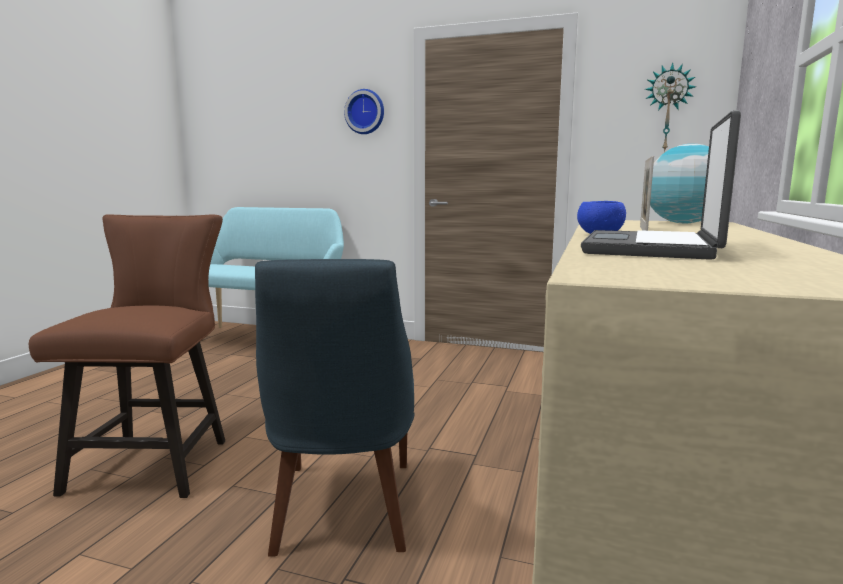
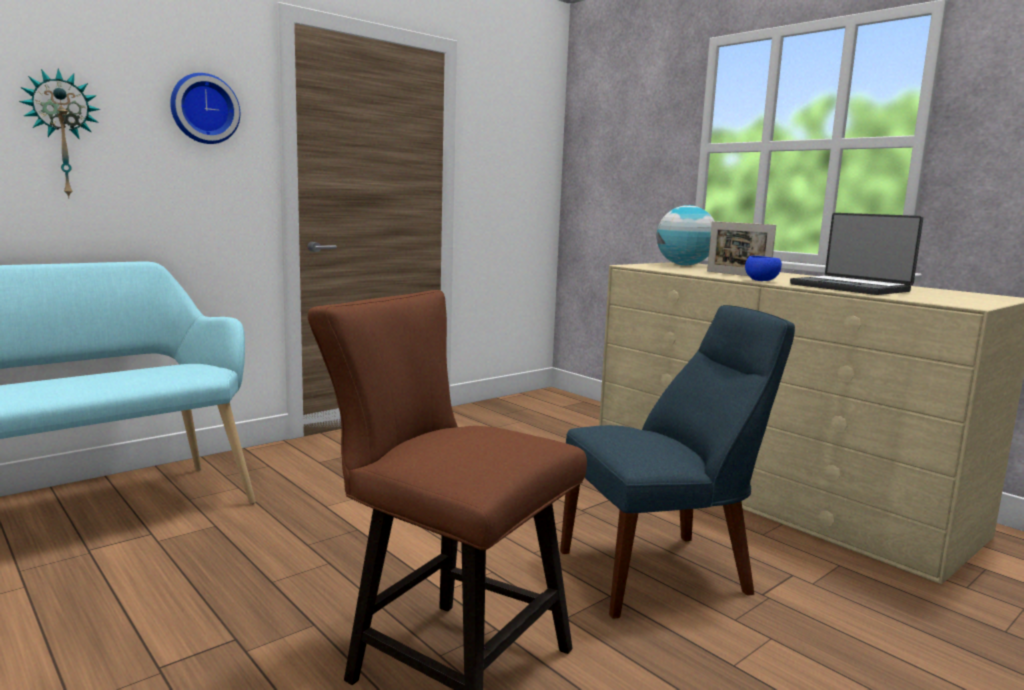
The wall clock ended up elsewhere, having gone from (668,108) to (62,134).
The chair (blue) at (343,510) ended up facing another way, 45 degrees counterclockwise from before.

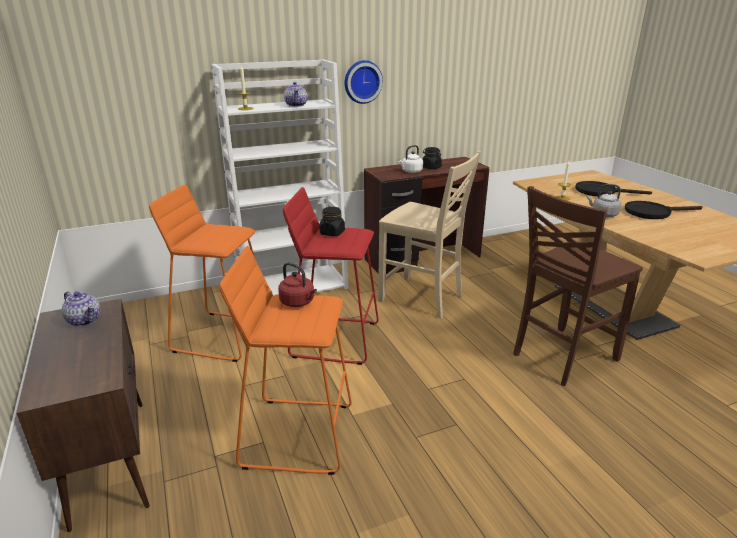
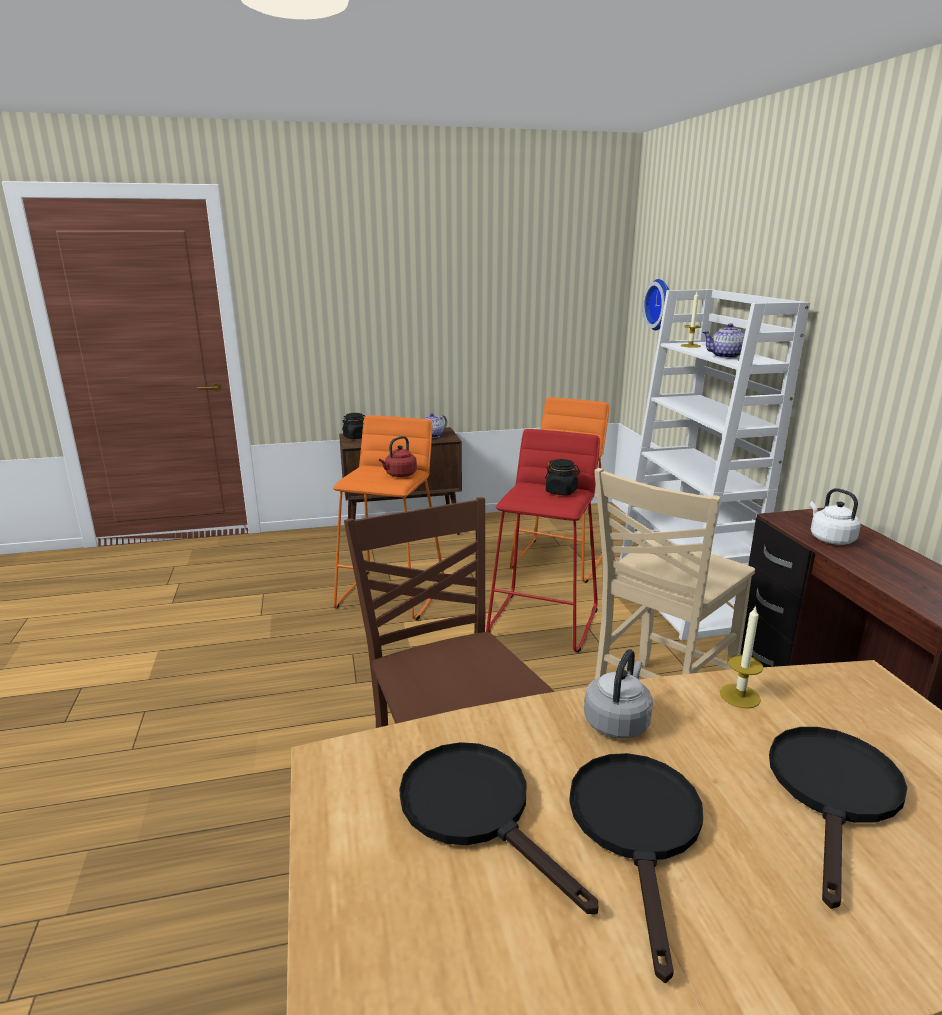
The jar (black) ended up elsewhere, having gone from (431,167) to (355,437).
The second view gained the frying pan (black) at (477,811).
The wall clock ended up elsewhere, having gone from (362,81) to (661,304).

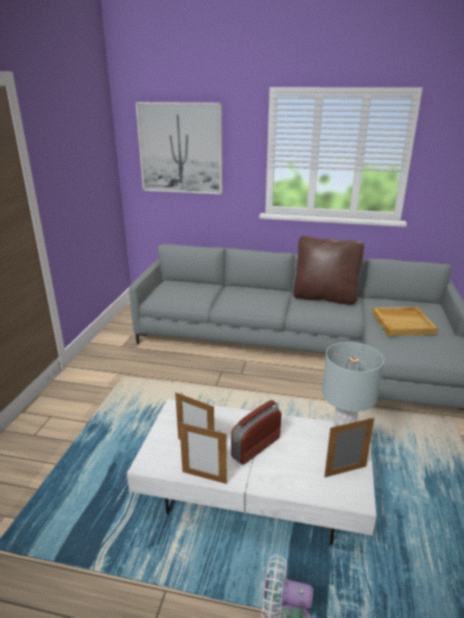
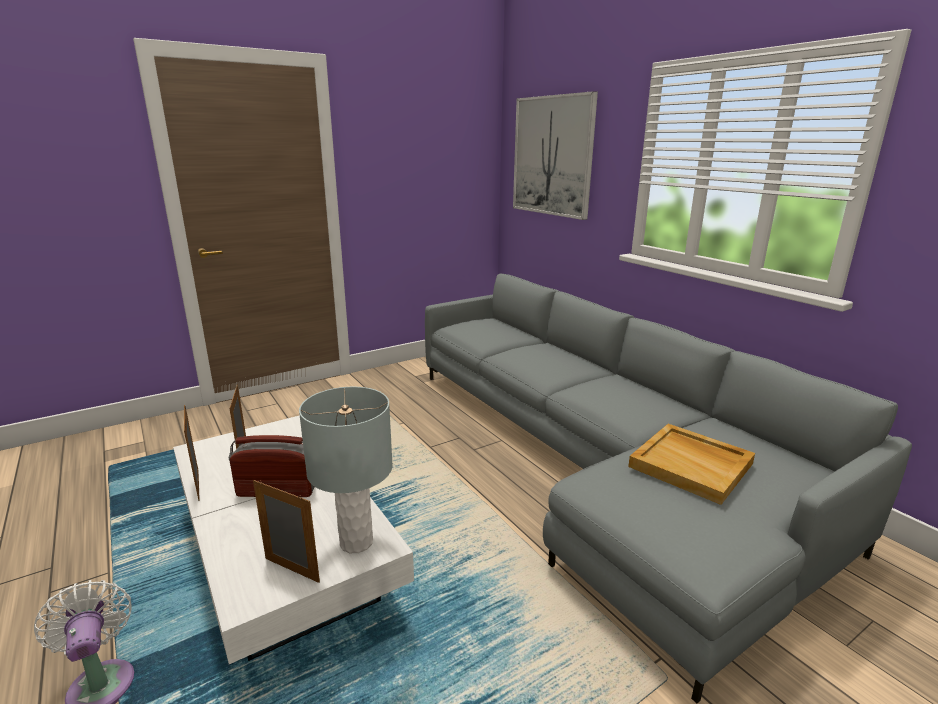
The second view lost the pillow (brown) at (324,297).

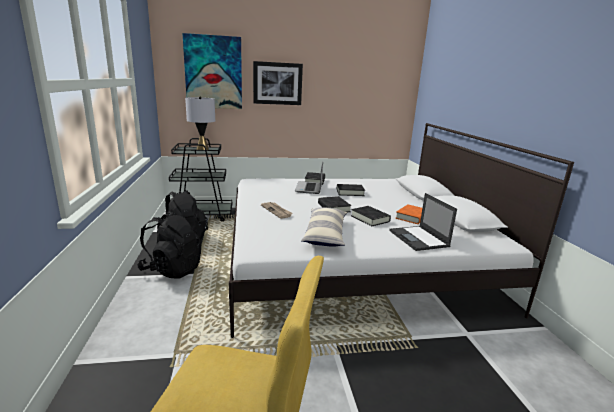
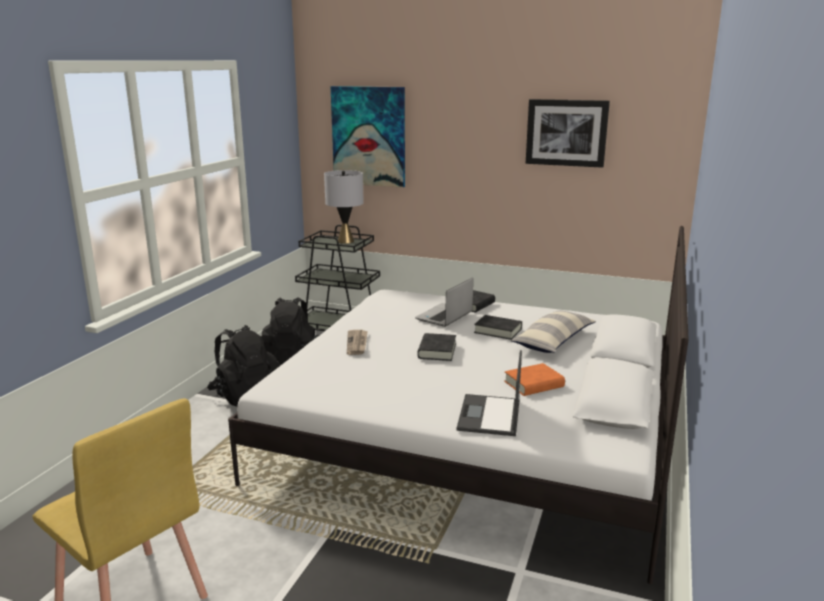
The pillow ended up elsewhere, having gone from (325,234) to (553,341).
The picture ended up elsewhere, having gone from (277,83) to (566,133).
The second view lost the book (black) at (370,219).

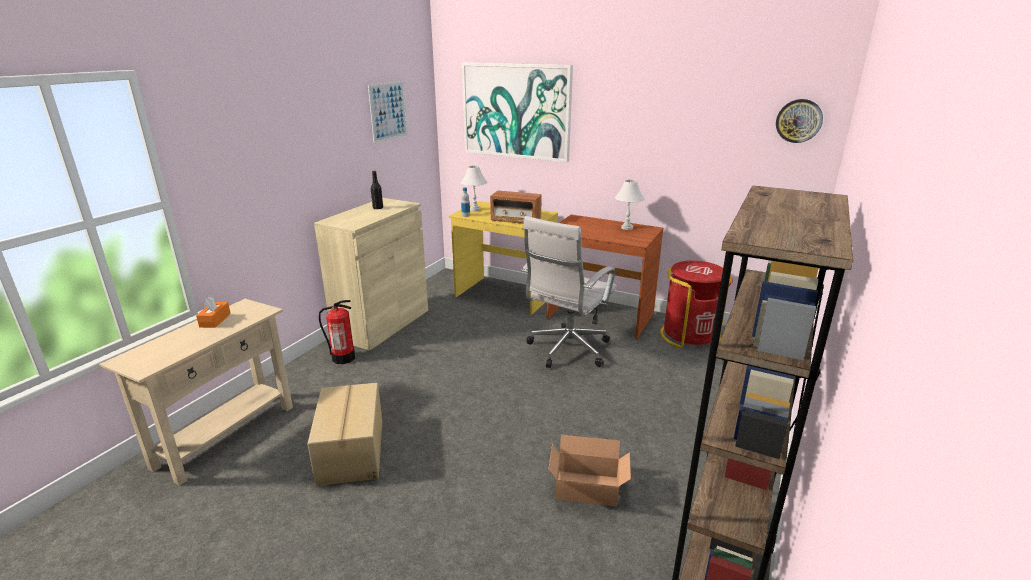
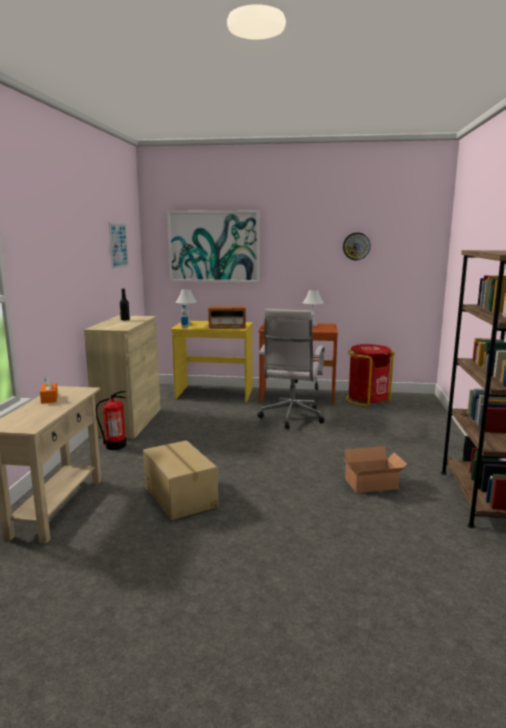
The wall clock ended up elsewhere, having gone from (799,121) to (356,246).

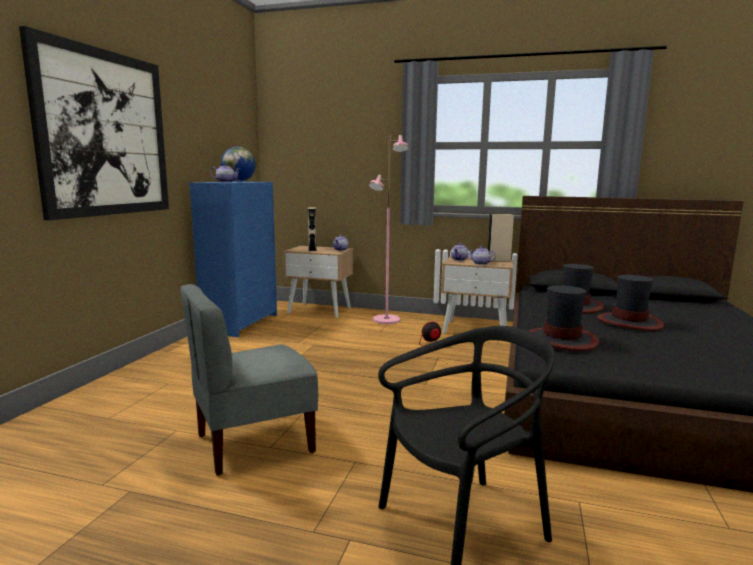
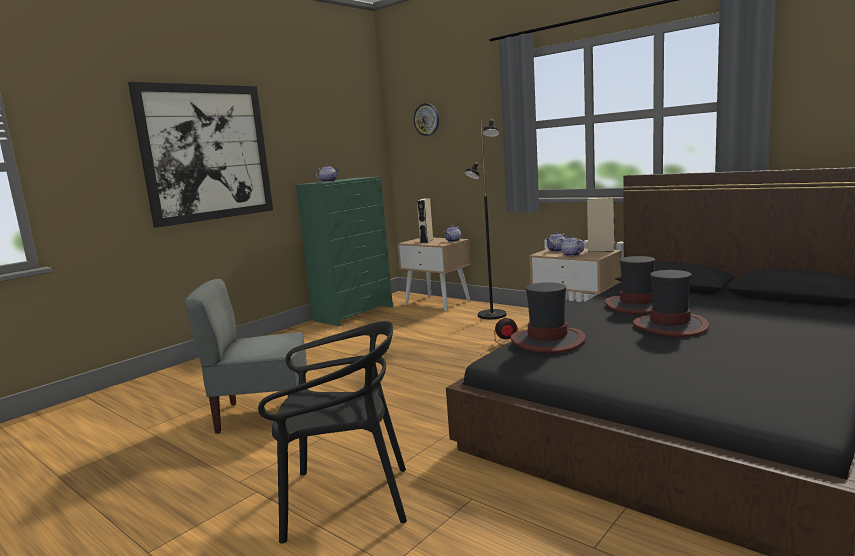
What was the dresser (blue) at (241,323) turned into the dresser (green) at (354,313).
The second view gained the wall clock at (426,119).
What was the floor lamp (pink) at (386,320) turned into the floor lamp (black) at (491,315).
The second view lost the globe at (239,181).

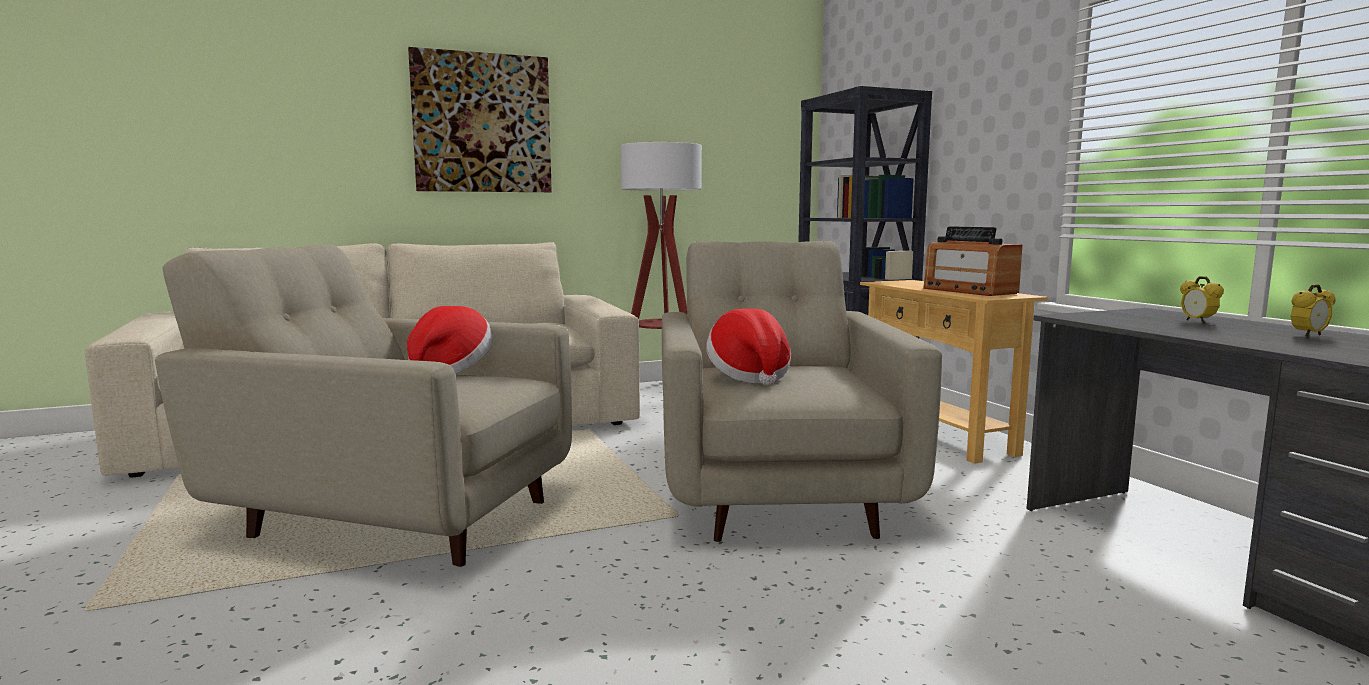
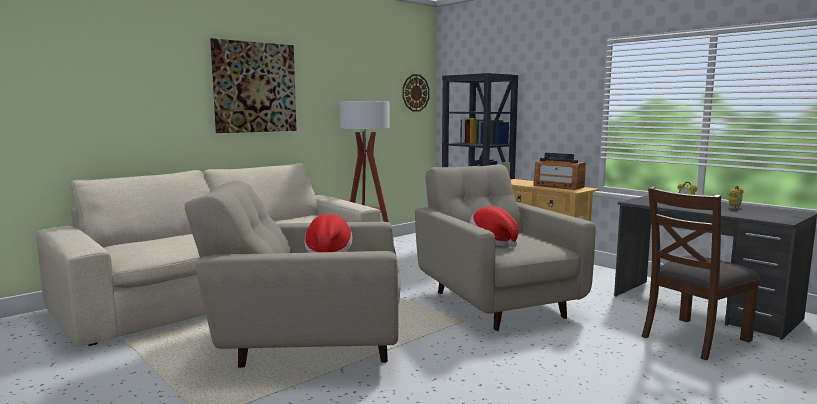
The second view gained the wall clock at (415,93).
The second view gained the chair (brown) at (694,338).

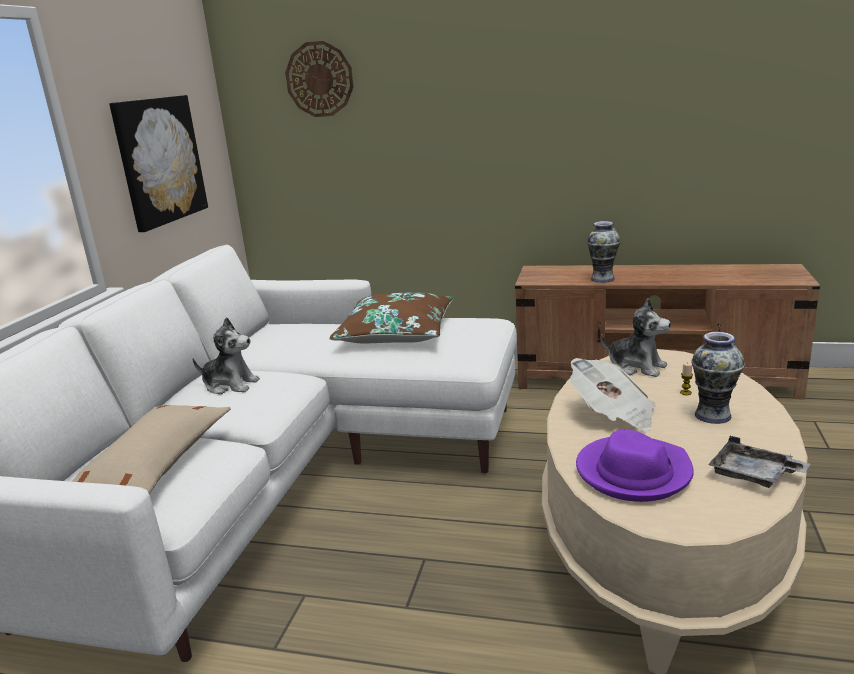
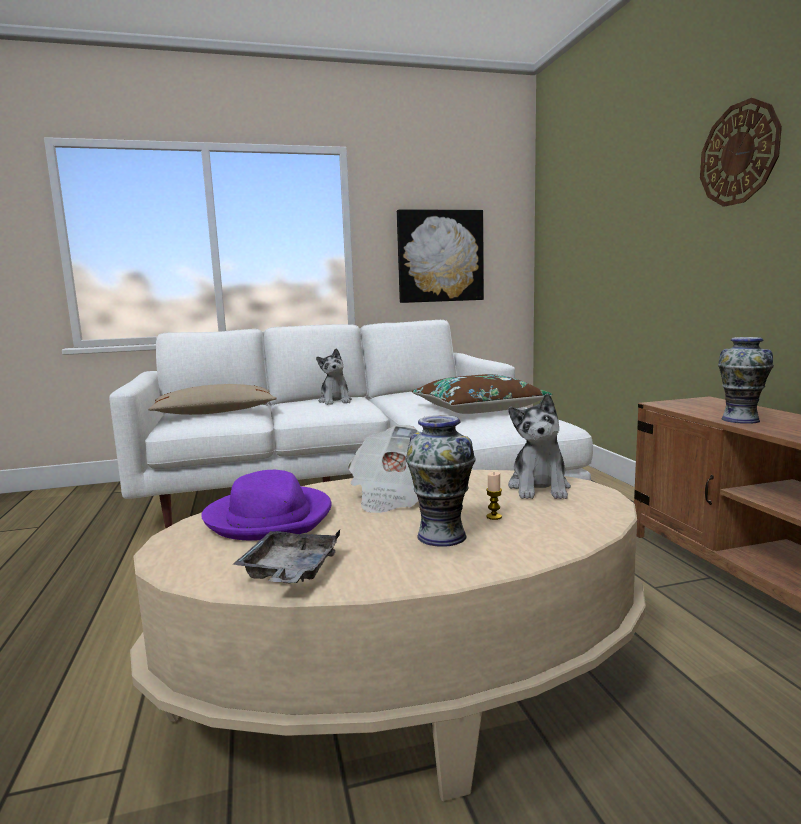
The wall clock ended up elsewhere, having gone from (319,79) to (739,154).

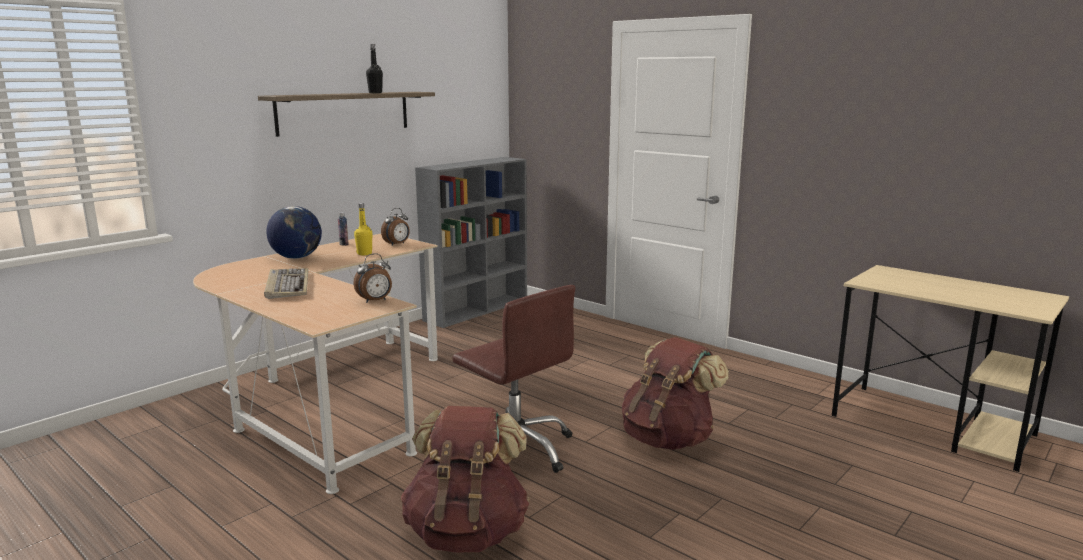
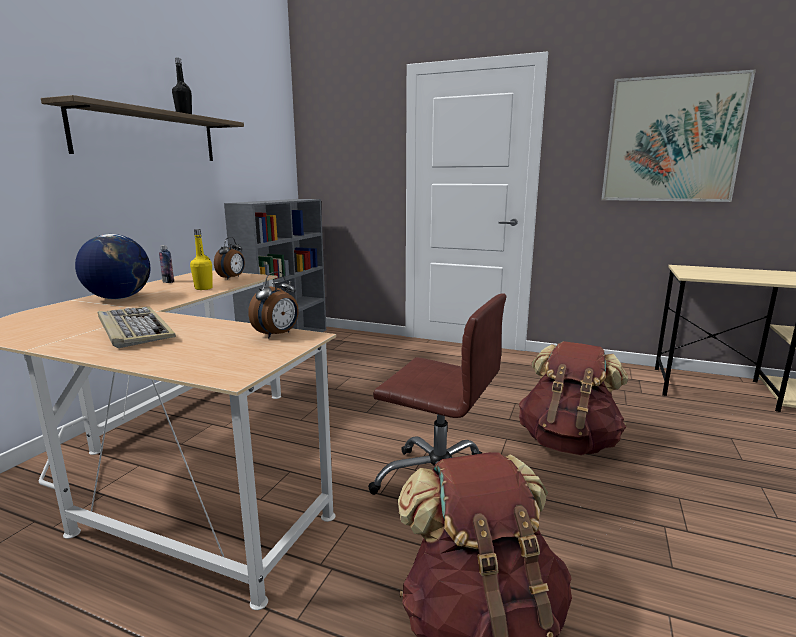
The second view gained the picture at (671,140).

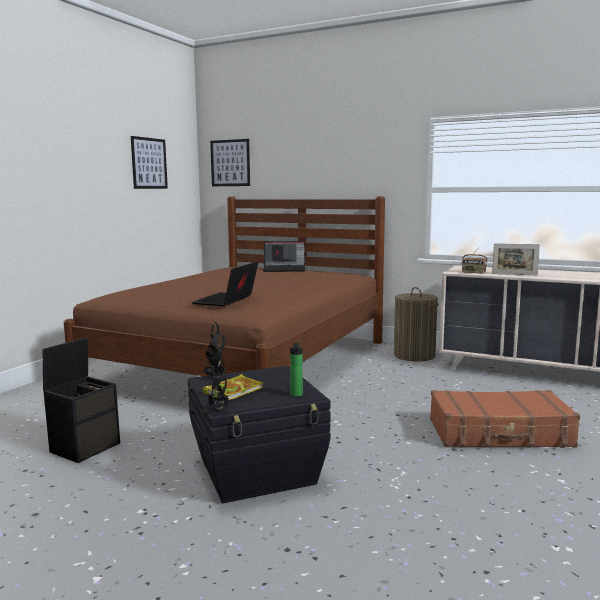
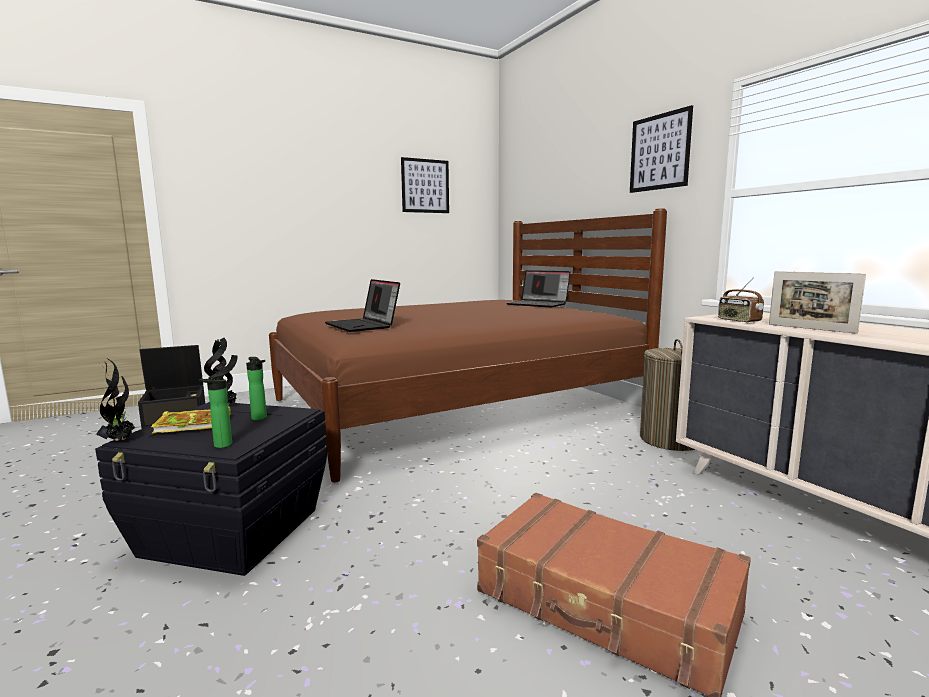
The second view gained the bottle at (260,418).
The laptop at (226,301) ended up facing another way, 90 degrees counterclockwise from before.
The picture ended up elsewhere, having gone from (230,163) to (659,152).

